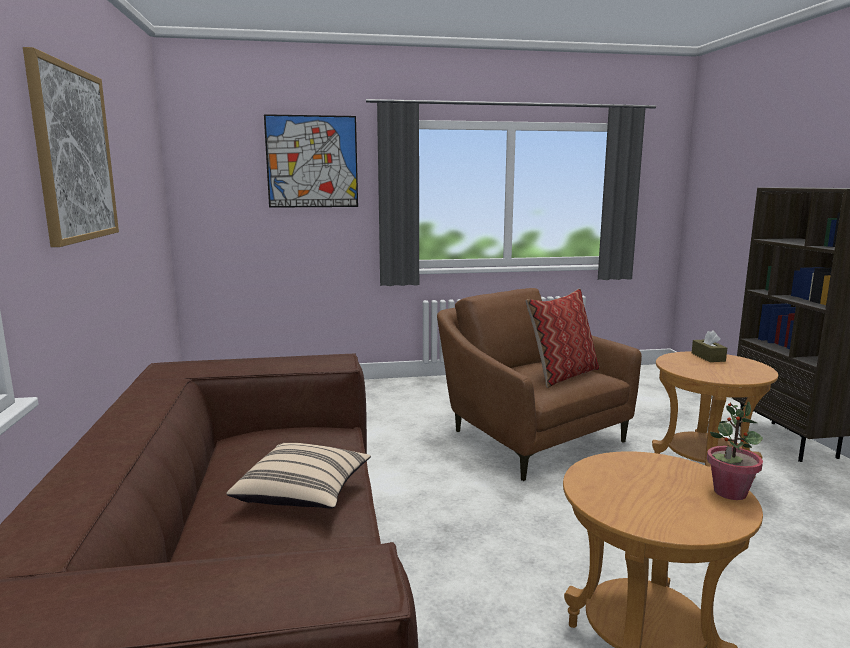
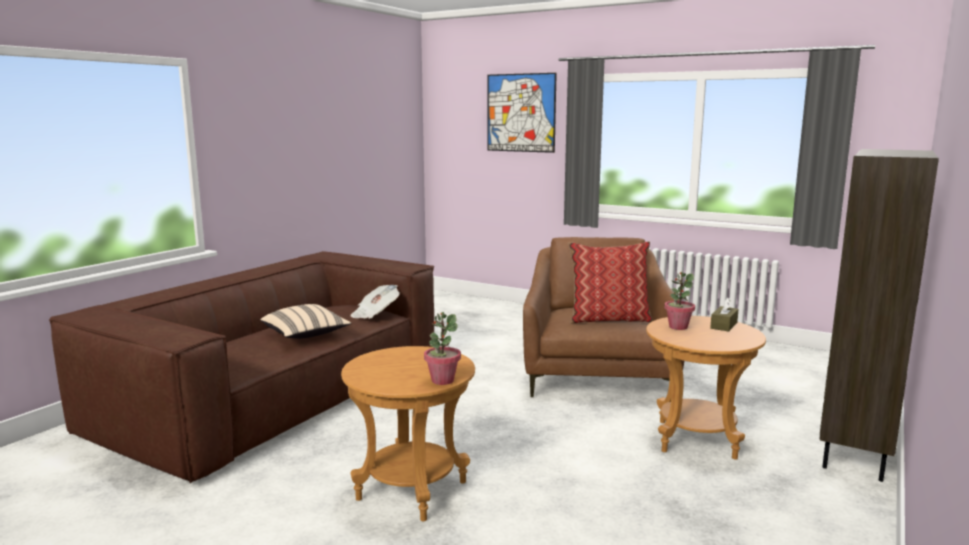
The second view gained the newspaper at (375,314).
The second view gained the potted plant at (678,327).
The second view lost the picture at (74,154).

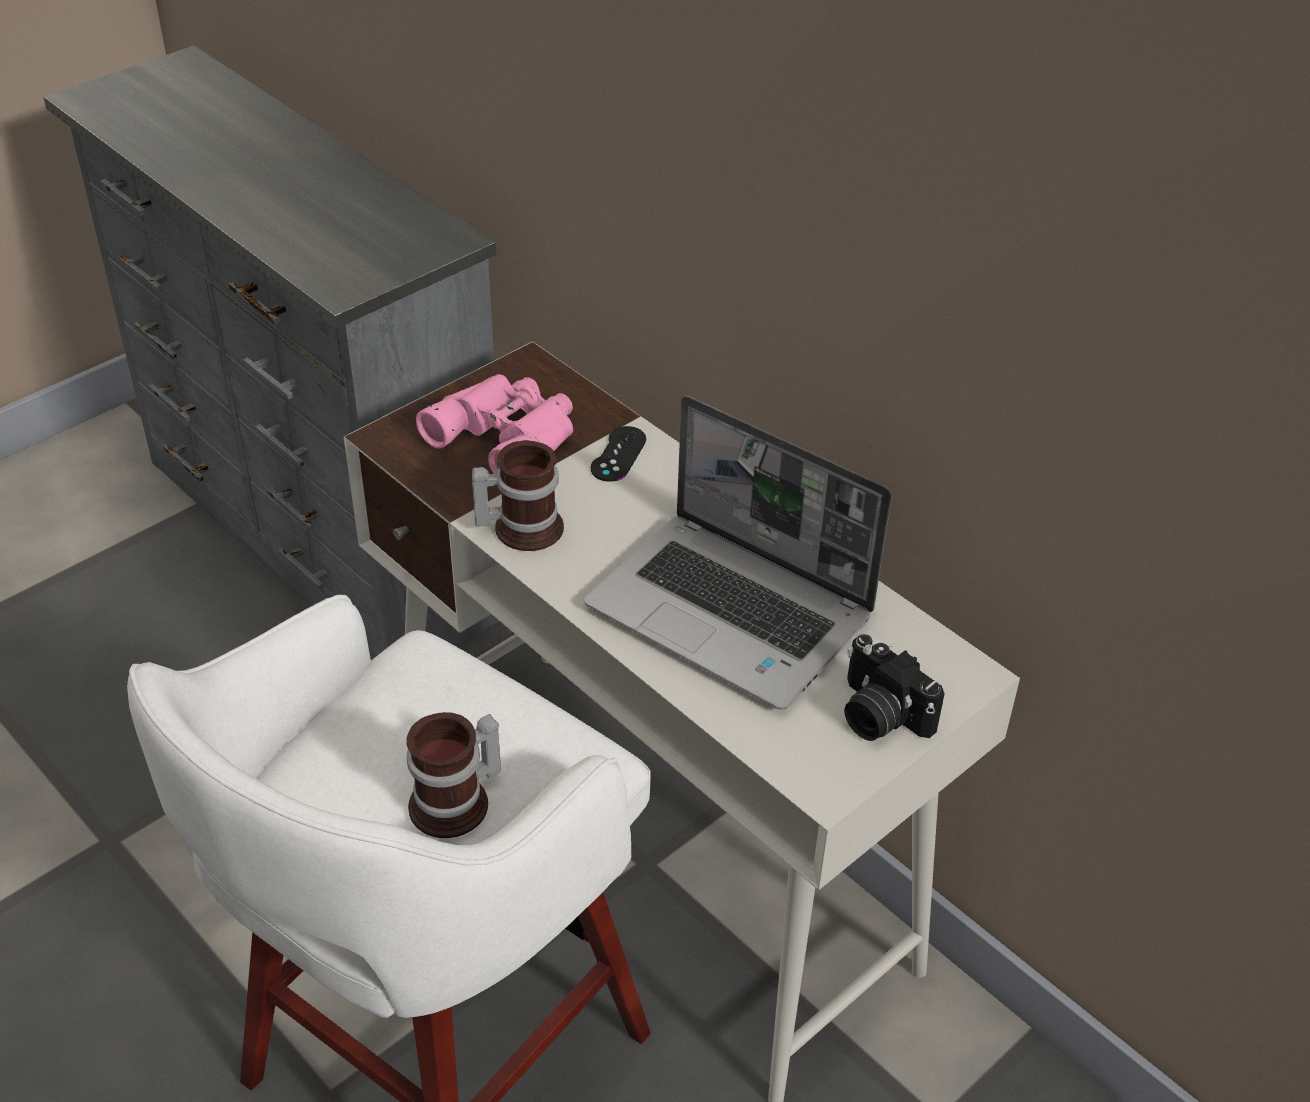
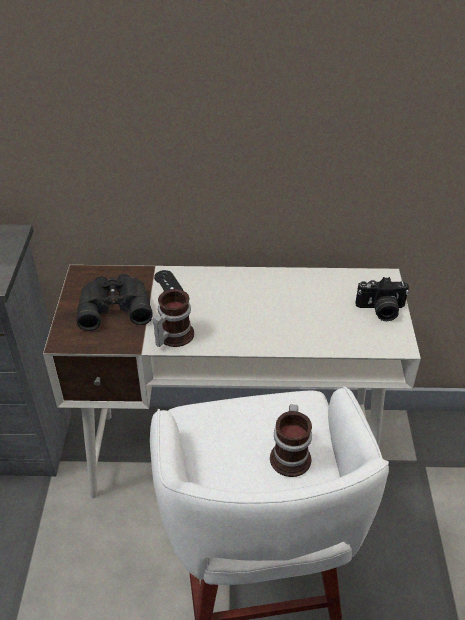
What was the binoculars (pink) at (508,434) turned into the binoculars (black) at (114,305).
The second view lost the laptop at (733,613).

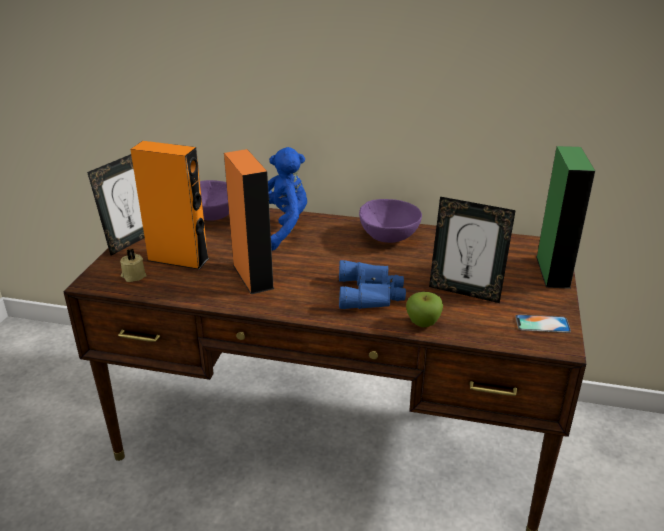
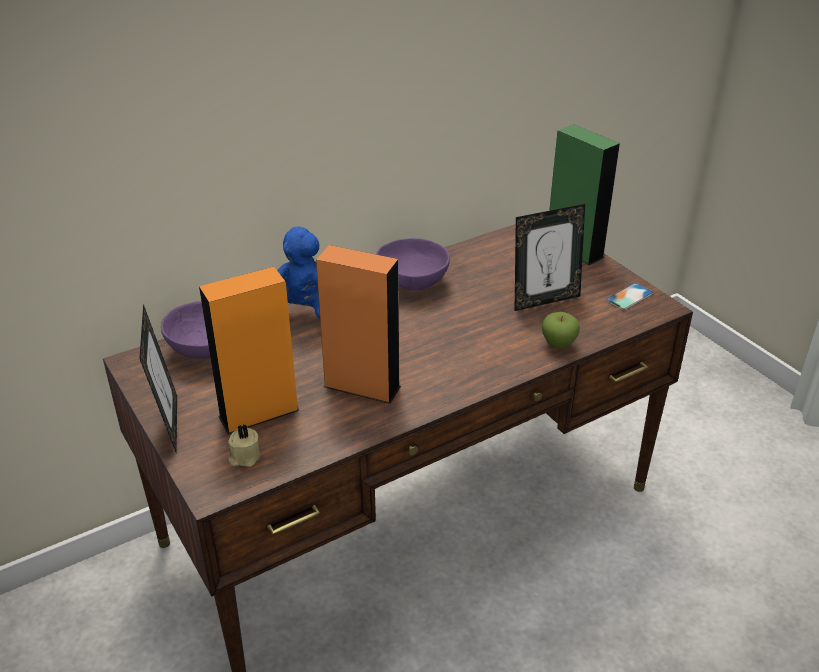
The second view lost the binoculars (blue) at (371,293).

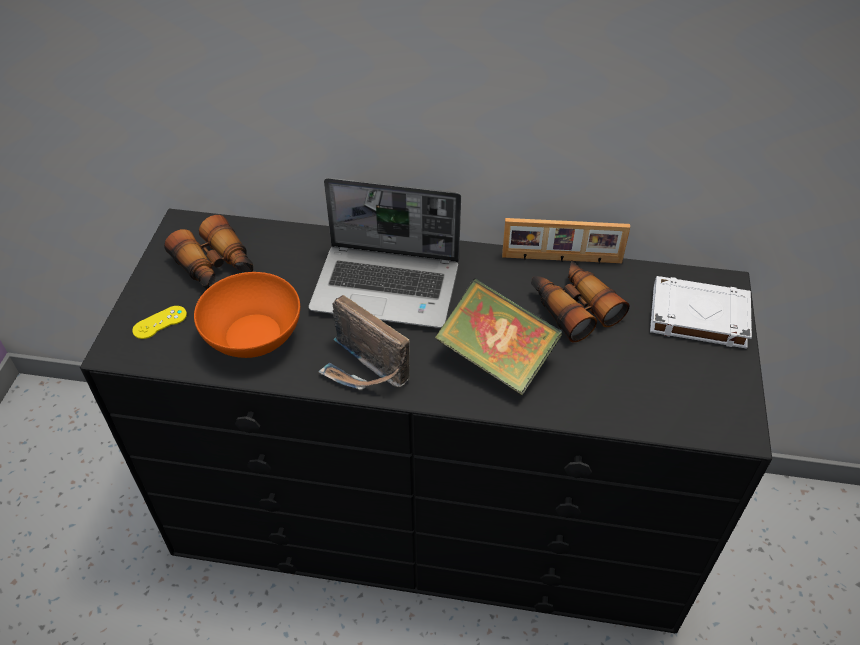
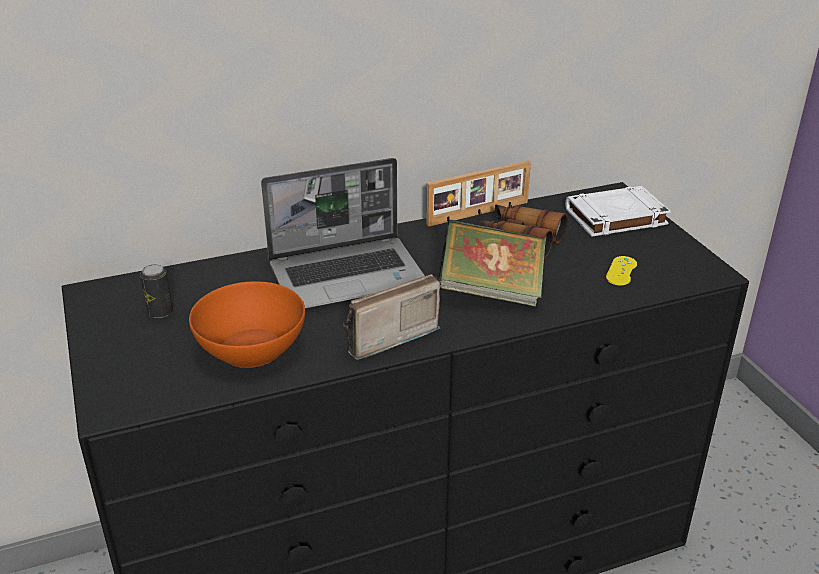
Where the binoculars stood at (216,266), the can came to stand at (160,312).
The radio at (364,370) ended up facing another way, 135 degrees clockwise from before.
The game controller (yellow) ended up elsewhere, having gone from (160,322) to (621,271).

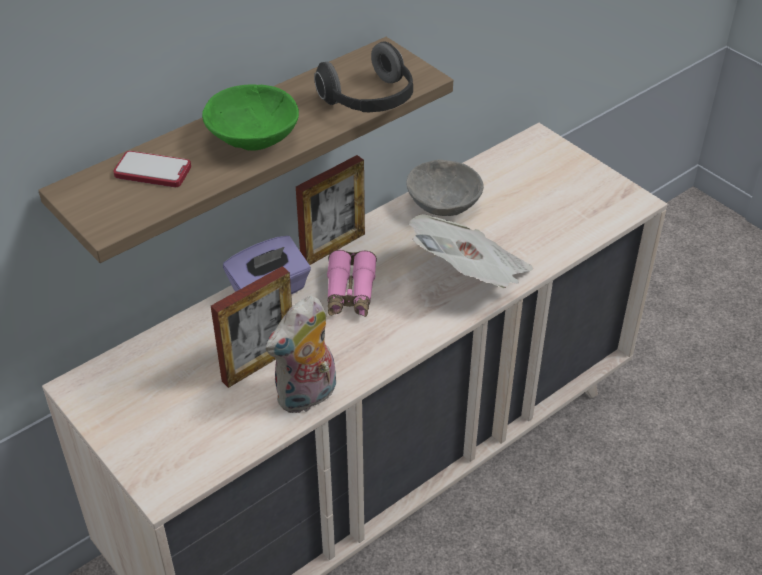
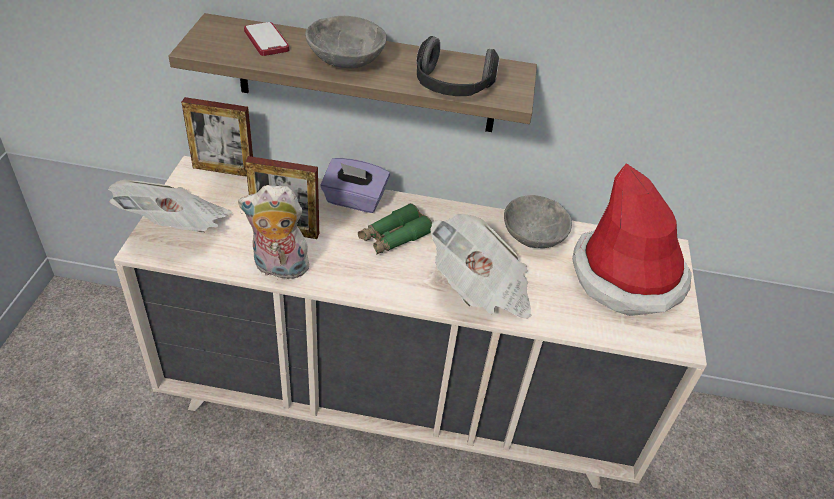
The second view gained the newspaper at (177,227).
The picture frame ended up elsewhere, having gone from (333,247) to (223,170).
What was the bowl (green) at (252,139) turned into the bowl (grey) at (344,61).
What was the binoculars (pink) at (350,293) turned into the binoculars (green) at (394,237).
The second view gained the hat at (627,276).

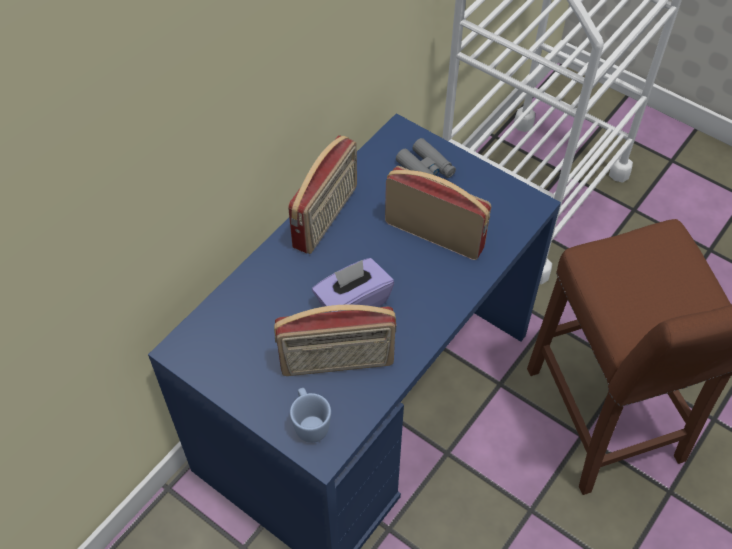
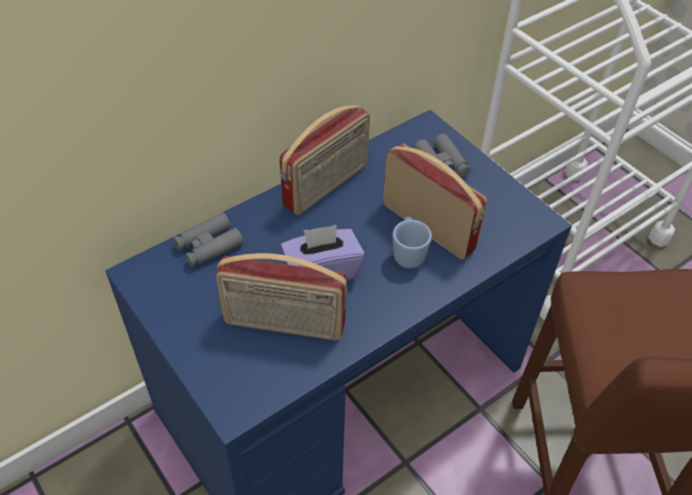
The second view gained the binoculars (grey) at (208,245).
The mug (blue) ended up elsewhere, having gone from (310,423) to (408,253).

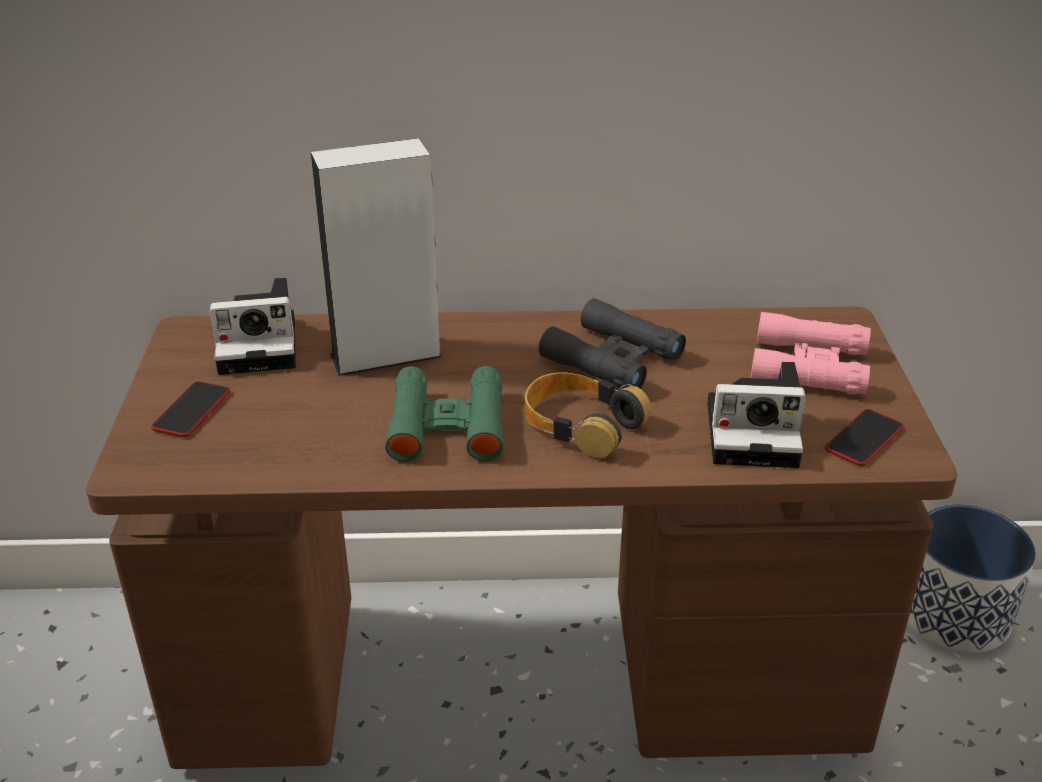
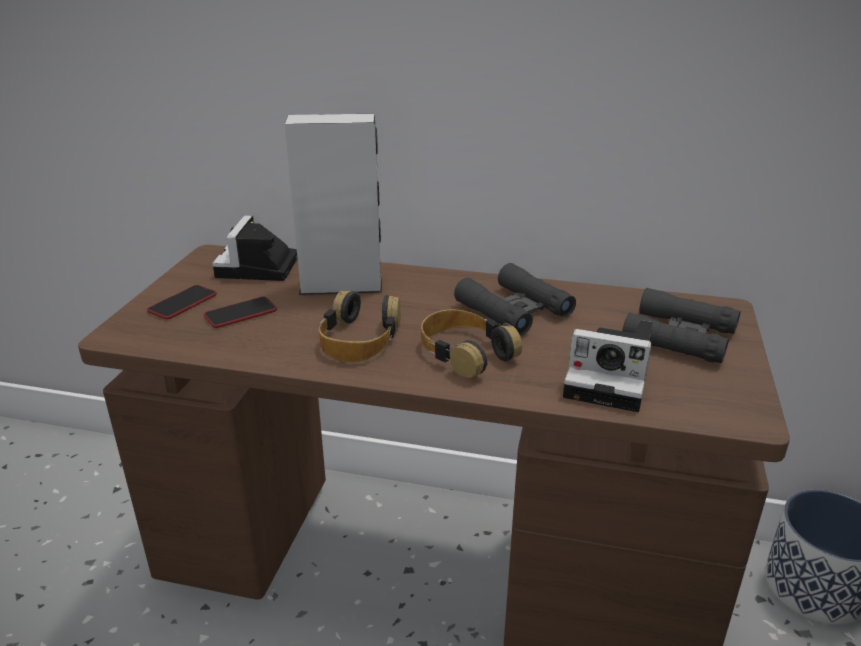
The phone ended up elsewhere, having gone from (864,439) to (241,313).
The photo camera at (262,345) ended up facing another way, 90 degrees clockwise from before.
Where the binoculars (green) stood at (447,425), the headphones came to stand at (359,338).
What was the binoculars (pink) at (809,366) turned into the binoculars (black) at (679,336).

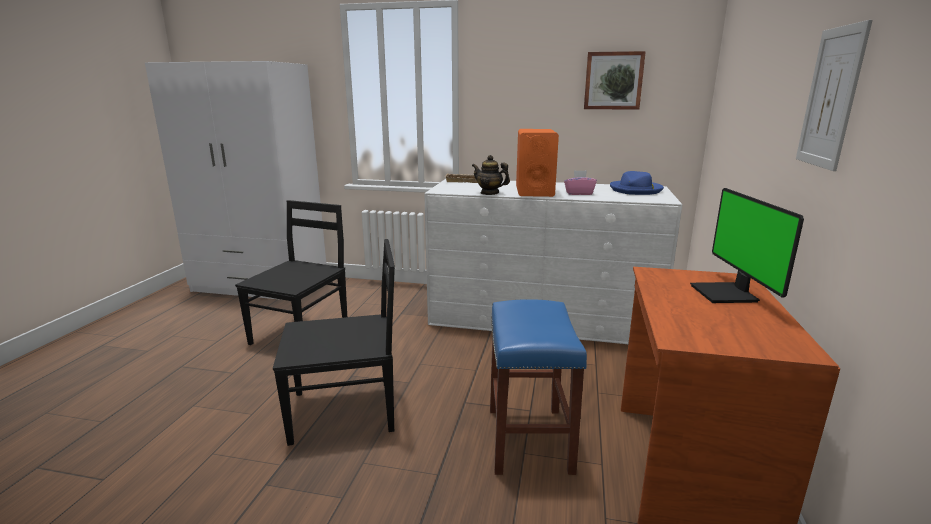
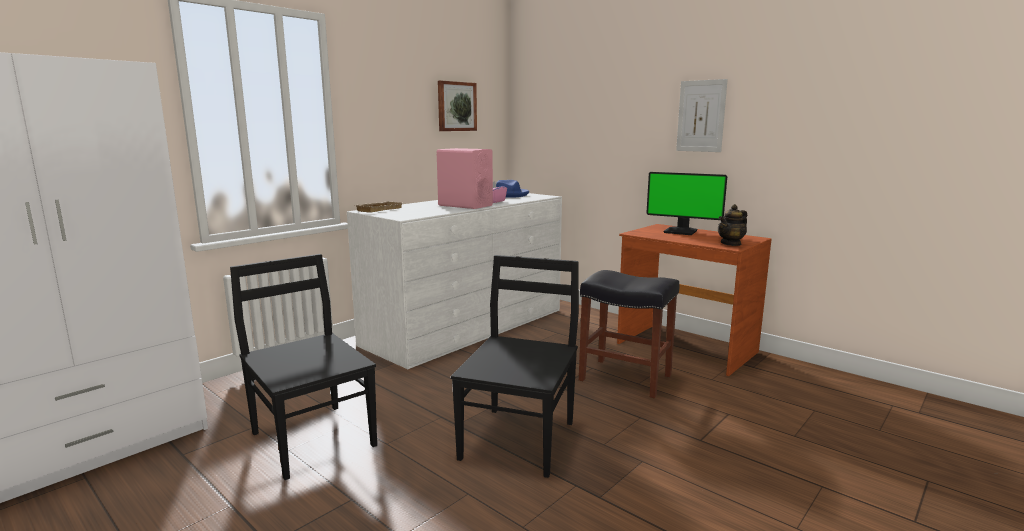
What was the speaker (orange) at (534,191) turned into the speaker (pink) at (465,205).
What was the stool (blue) at (528,438) turned into the stool (black) at (624,378).
The teapot ended up elsewhere, having gone from (489,193) to (731,243).

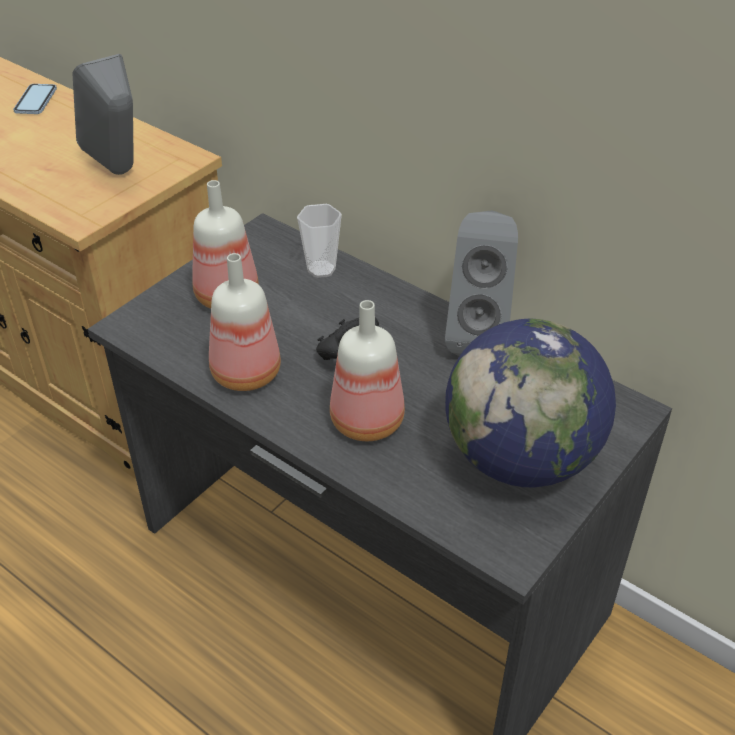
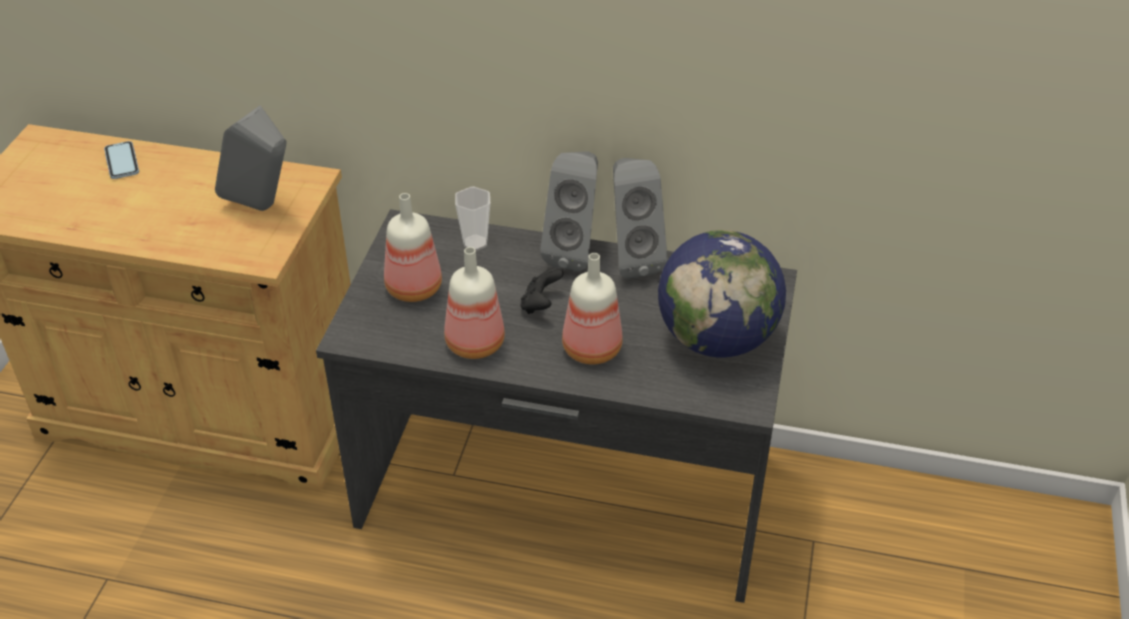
The second view gained the speaker (grey) at (575,251).

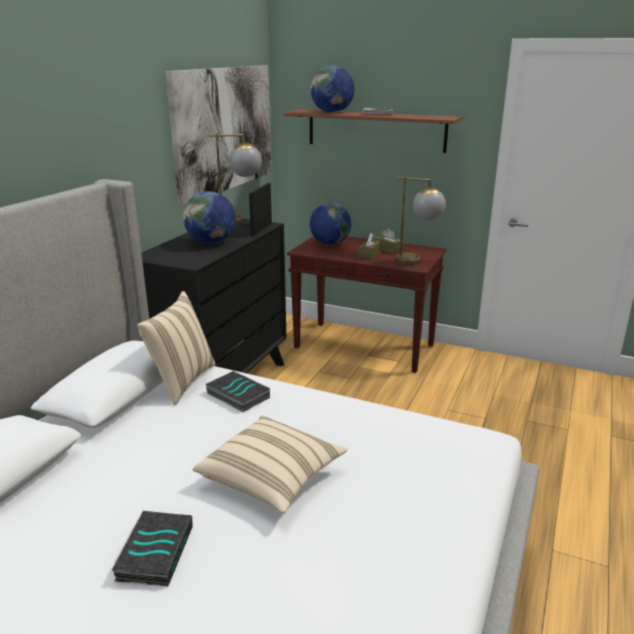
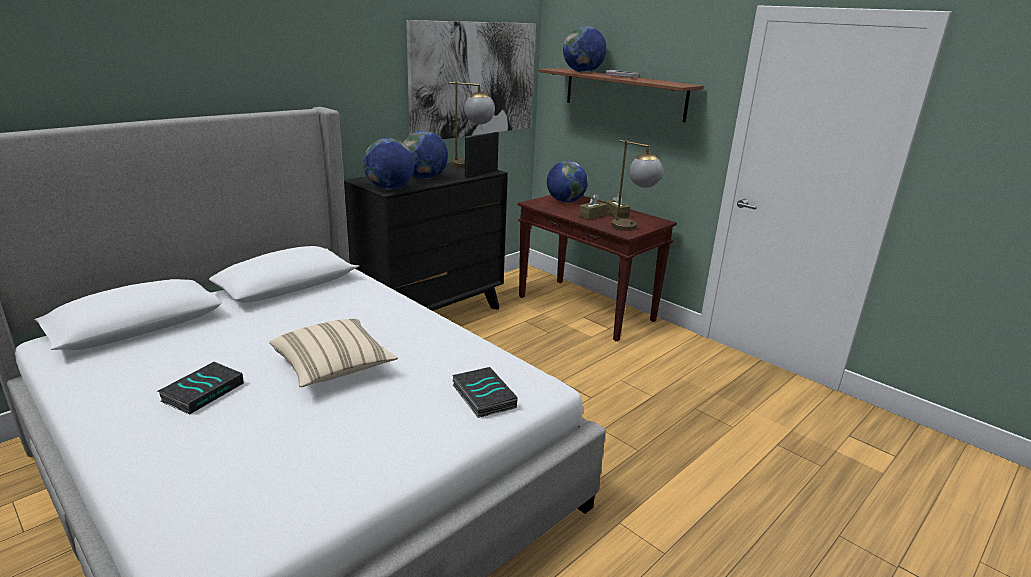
The second view gained the globe at (390,188).
The book ended up elsewhere, having gone from (236,395) to (482,396).
The second view lost the pillow (beige) at (181,381).

